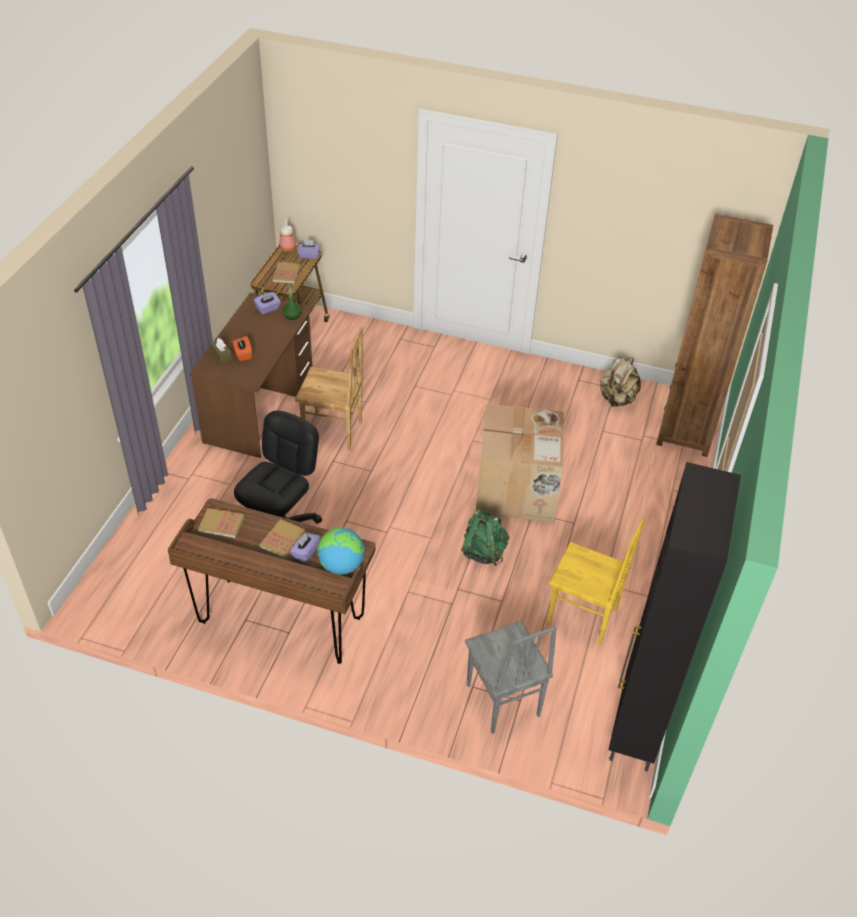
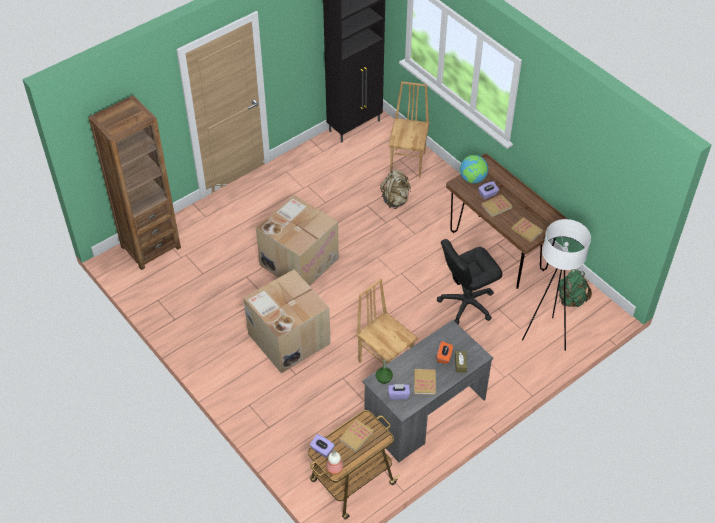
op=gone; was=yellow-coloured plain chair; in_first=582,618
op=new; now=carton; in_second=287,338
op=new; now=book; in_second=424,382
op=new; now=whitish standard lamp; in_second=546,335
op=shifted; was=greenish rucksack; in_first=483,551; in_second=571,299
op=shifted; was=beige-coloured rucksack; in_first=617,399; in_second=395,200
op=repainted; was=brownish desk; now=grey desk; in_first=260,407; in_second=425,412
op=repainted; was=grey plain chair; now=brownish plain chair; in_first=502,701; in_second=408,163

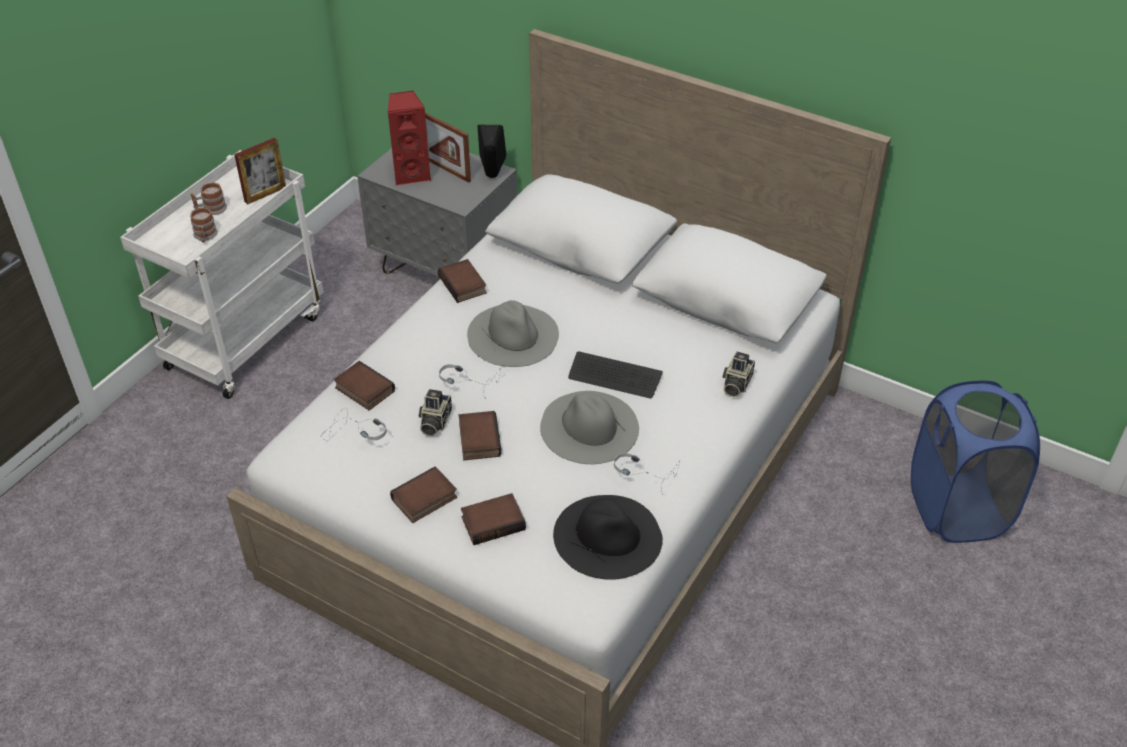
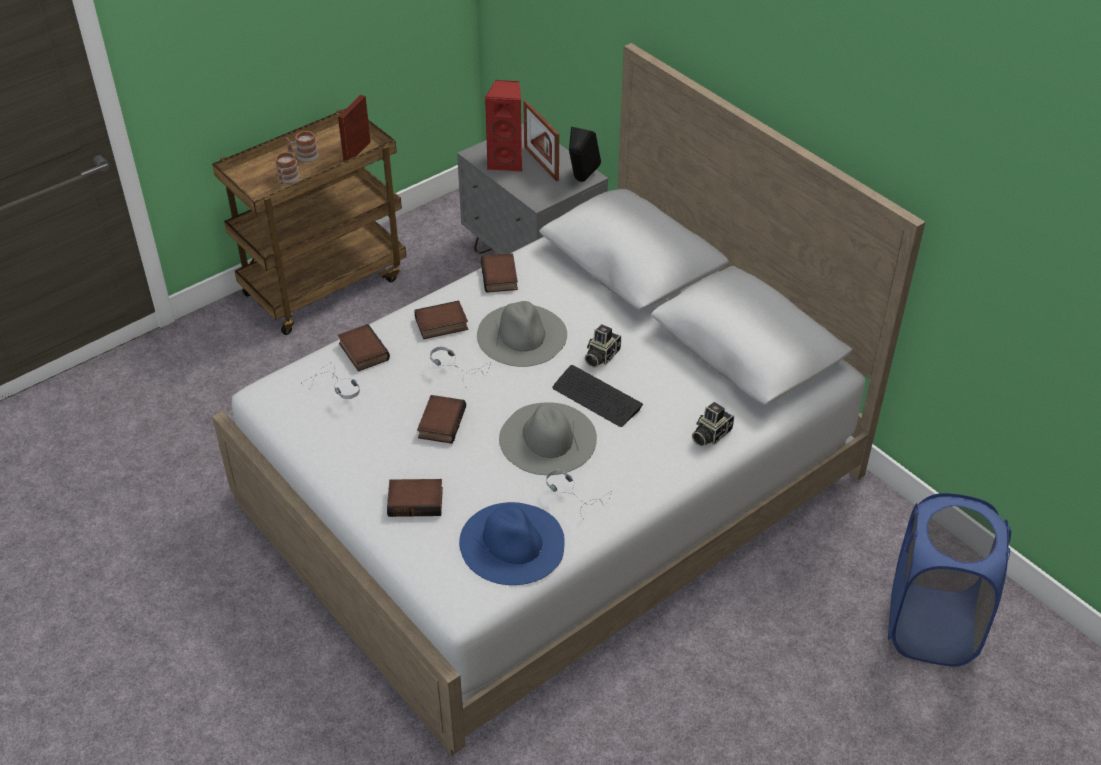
op=shifted; was=book; in_first=424,500; in_second=441,325
op=shifted; was=photo camera; in_first=434,422; in_second=600,356
op=repainted; was=whitish trolley; now=brownish trolley; in_first=245,339; in_second=324,284
op=repainted; was=black wearable hat; now=bluish wearable hat; in_first=607,536; in_second=512,543
op=rotated; was=photo frame; in_first=265,194; in_second=357,152; clockwise=135

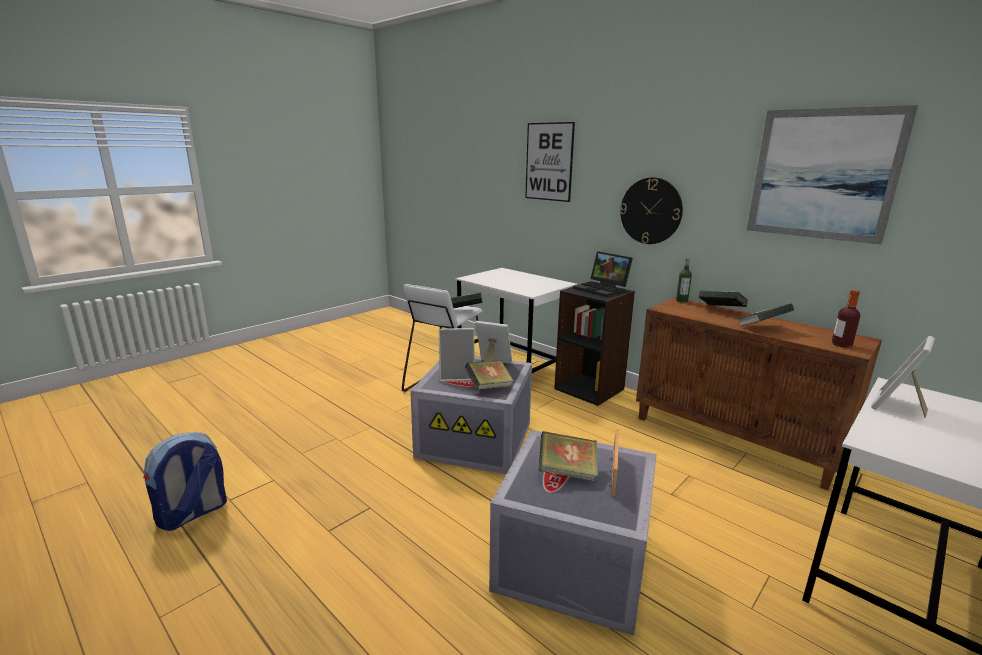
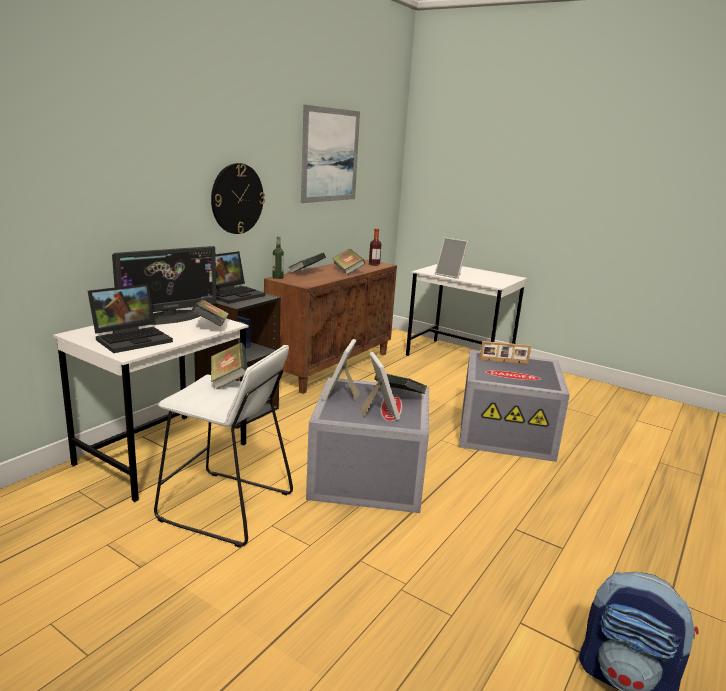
op=gone; was=picture; in_first=549,162
op=new; now=notebook computer; in_second=133,338
op=new; now=monitor; in_second=169,318
op=shifted; was=book; in_first=567,472; in_second=211,327

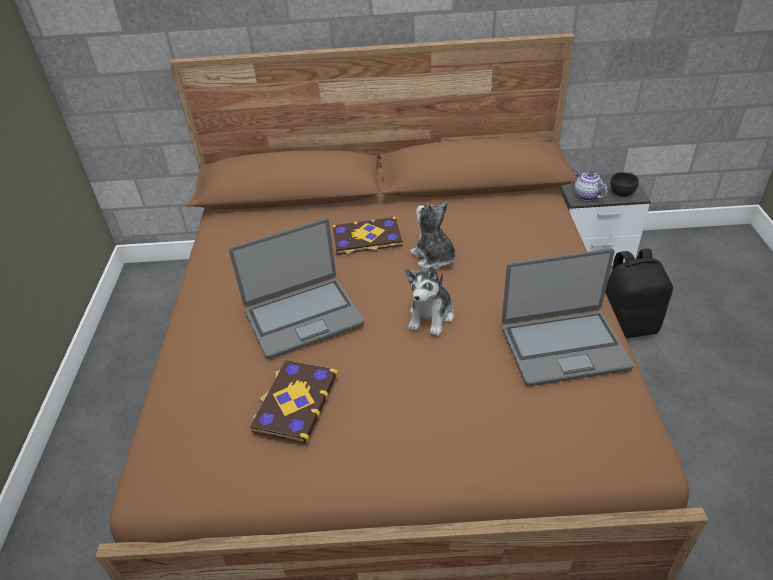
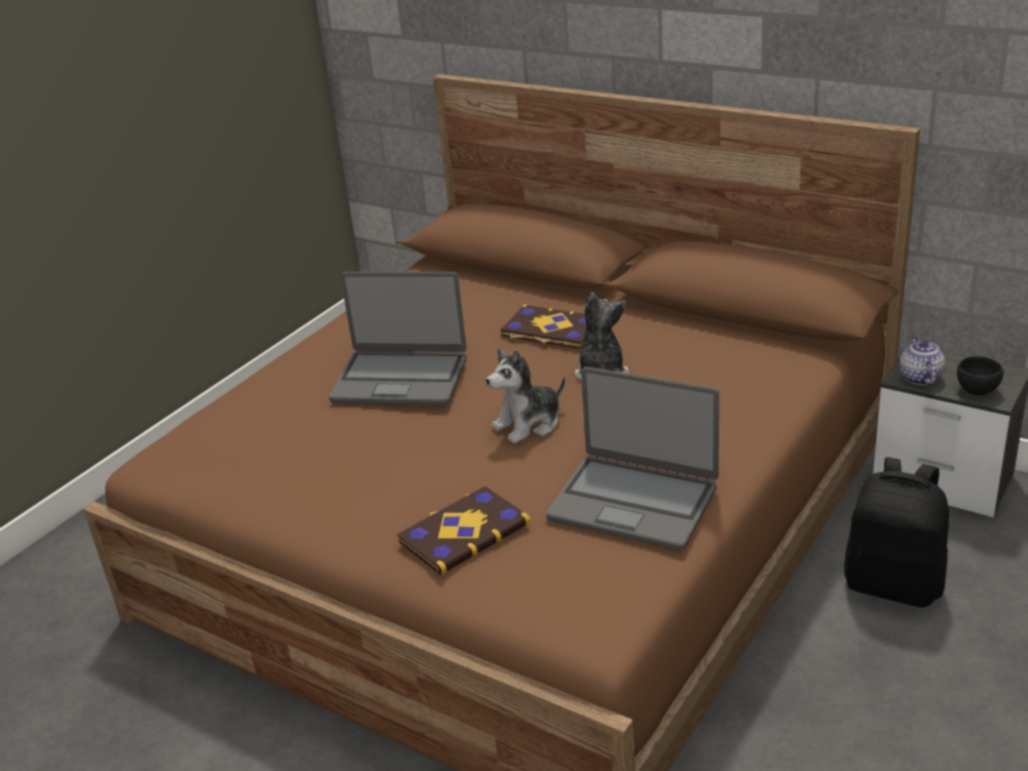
op=shifted; was=book; in_first=294,402; in_second=463,532

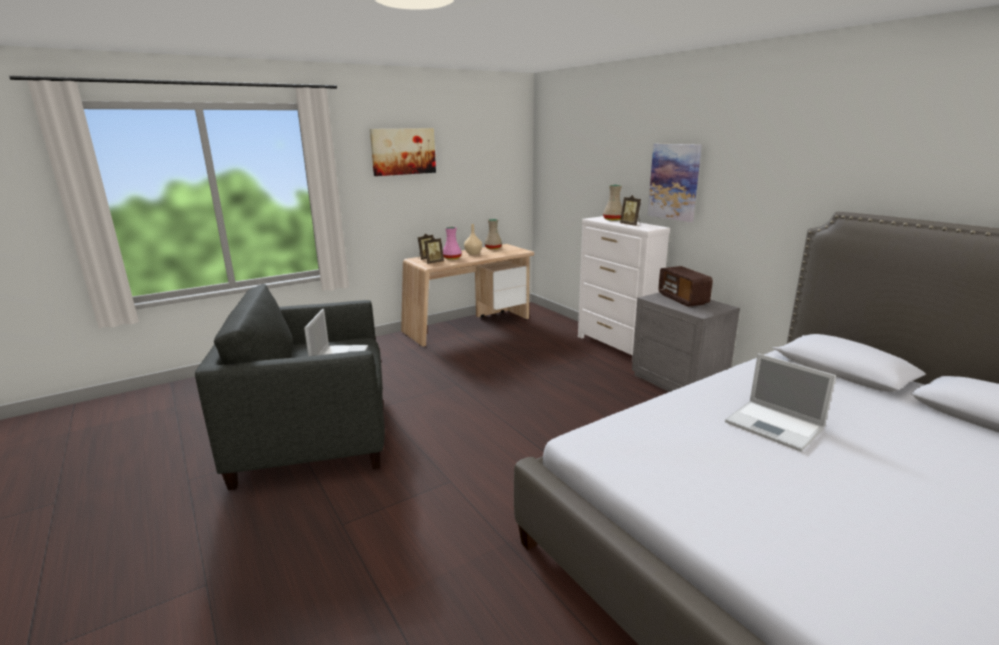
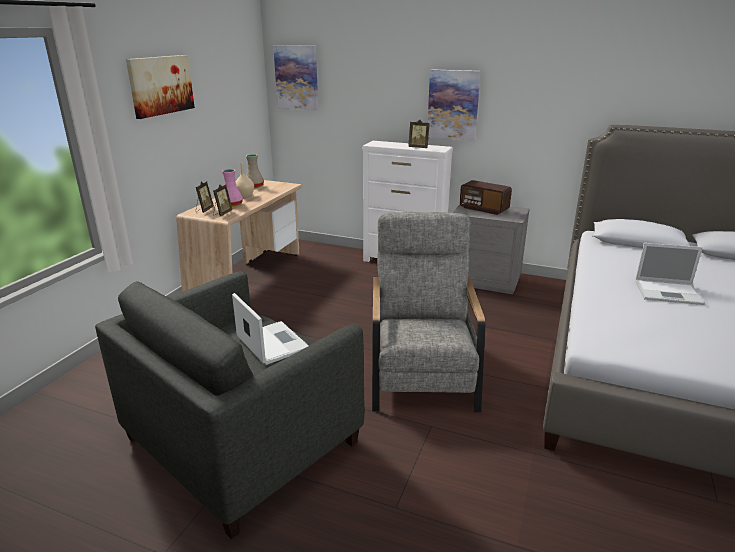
op=gone; was=beige-coloured flower vase; in_first=613,219
op=new; now=picture; in_second=296,78
op=new; now=grey armchair; in_second=422,371

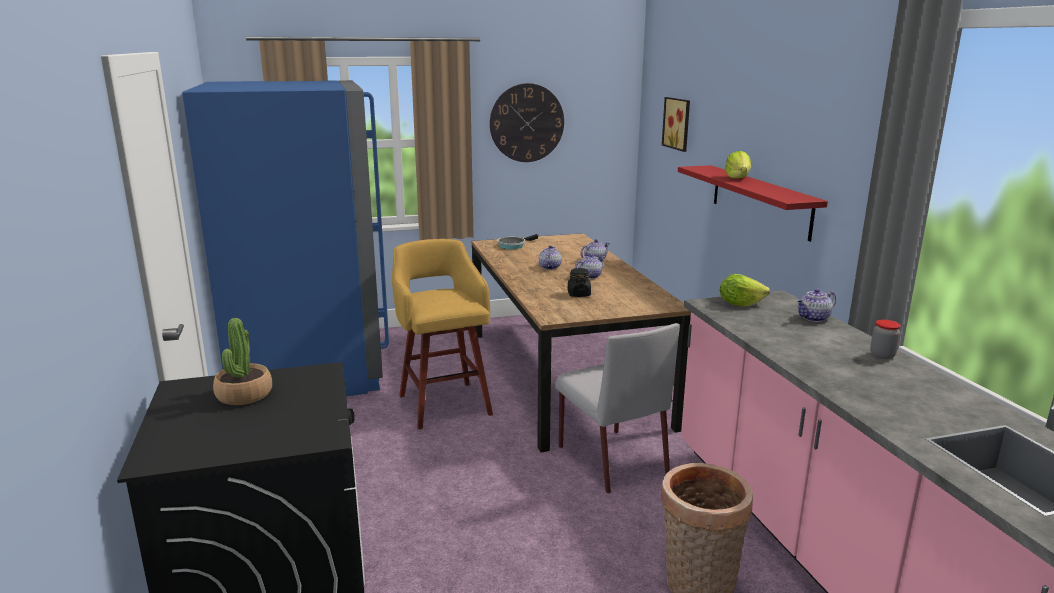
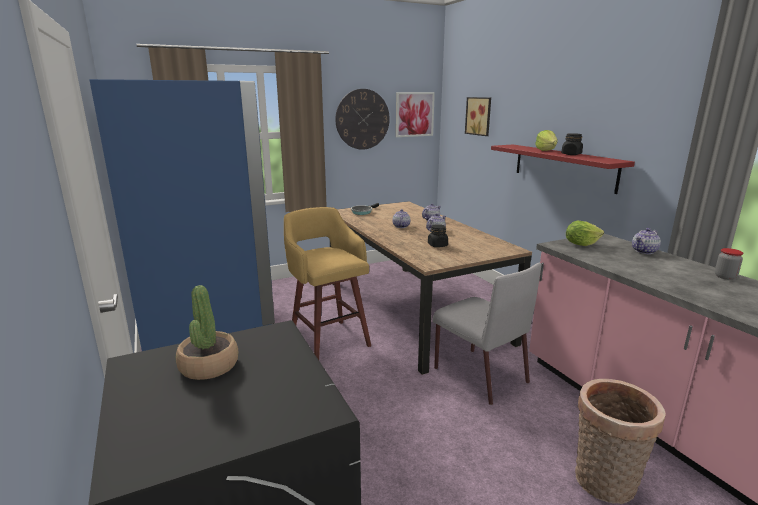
op=new; now=picture; in_second=414,114
op=new; now=black jar; in_second=571,154

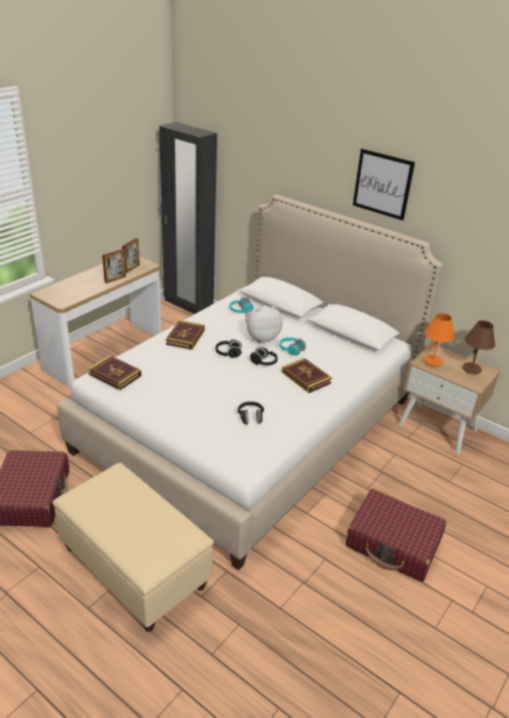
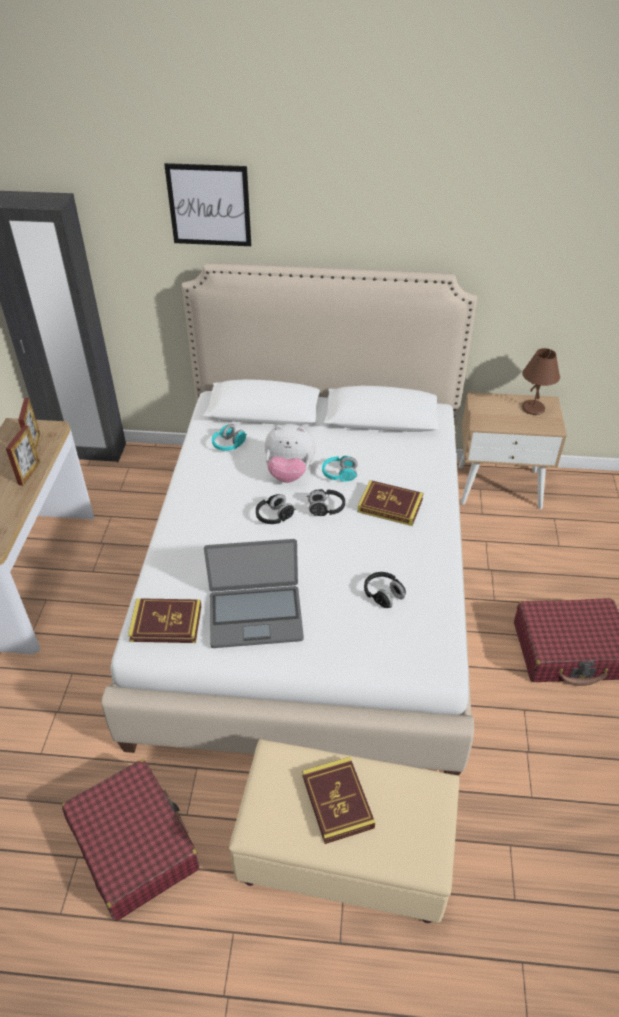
op=gone; was=orange lamp for a table; in_first=432,362
op=new; now=notebook computer; in_second=255,616
op=shifted; was=book; in_first=185,337; in_second=337,801
op=shifted; was=picture; in_first=382,184; in_second=209,205
op=rotated; was=cuddly toy; in_first=261,337; in_second=289,473; clockwise=-120

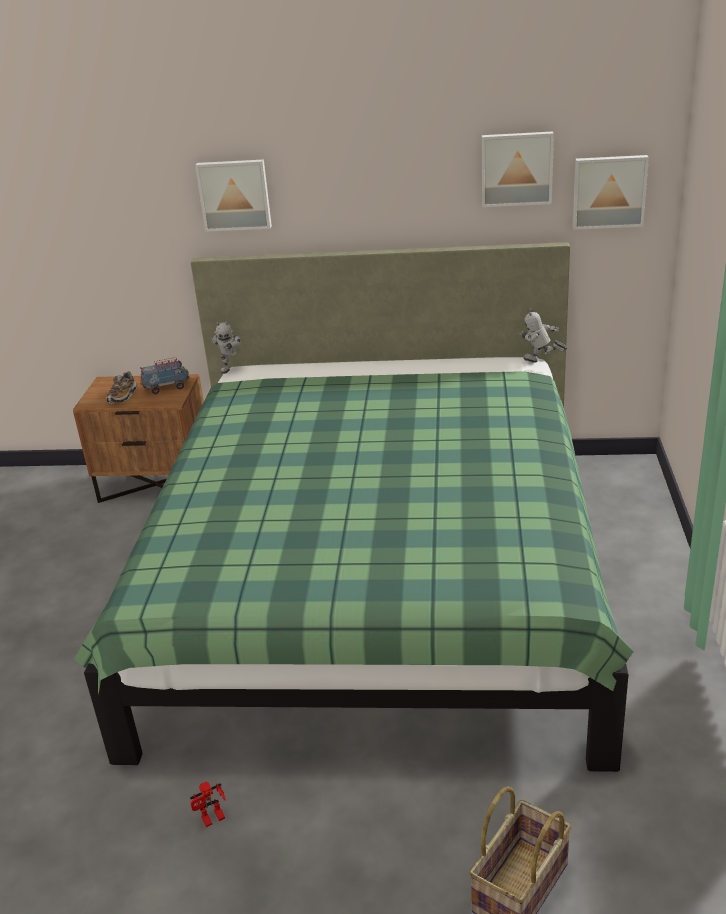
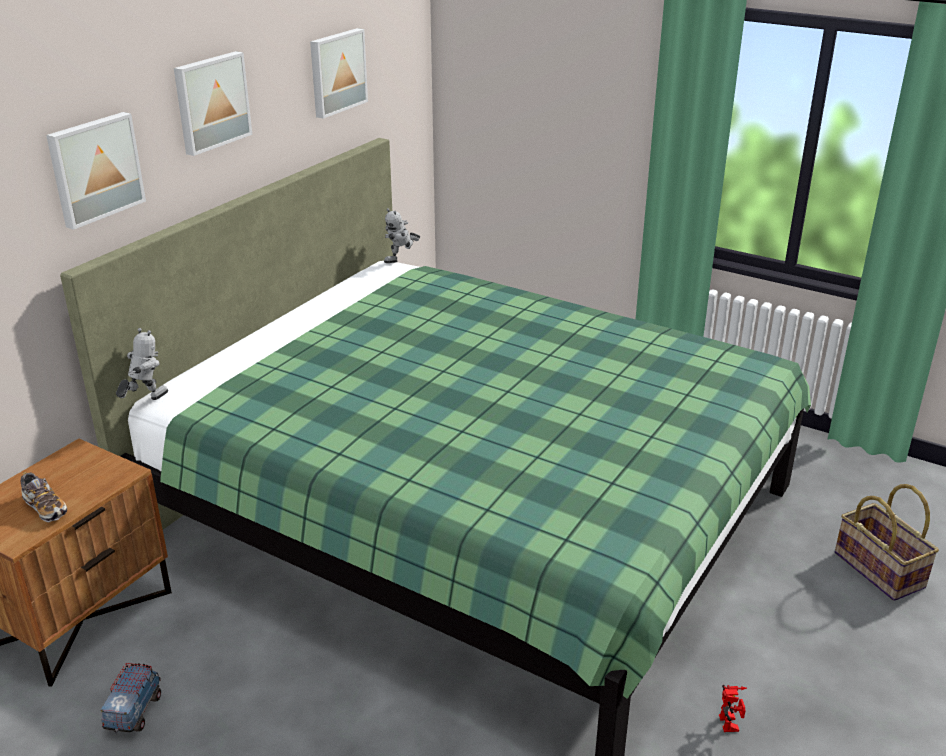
op=shifted; was=toy truck; in_first=166,387; in_second=135,712
op=shifted; was=picture; in_first=609,191; in_second=211,102
op=rotated; was=toy robot; in_first=231,367; in_second=145,401; clockwise=-90

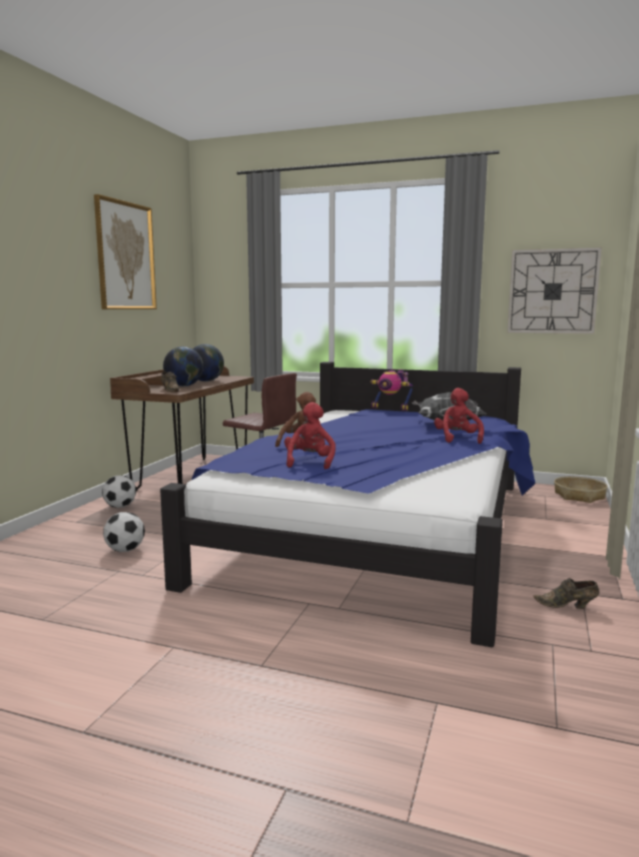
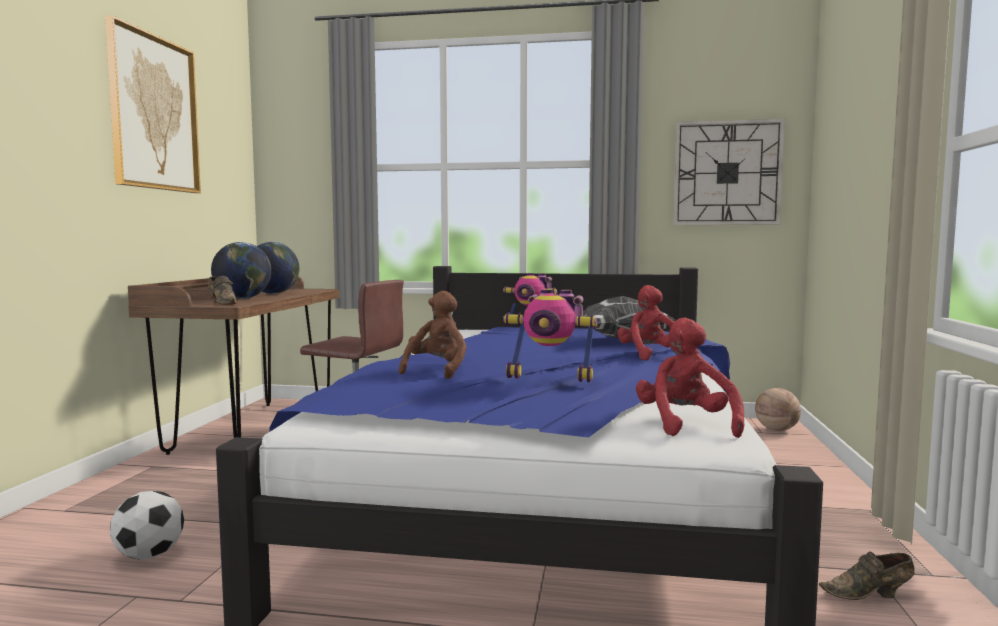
op=gone; was=football; in_first=120,506
op=new; now=toy robot; in_second=551,377
op=shifted; was=red cuddly toy; in_first=310,463; in_second=685,425
op=swapped; was=household basket; now=ball for basketball; in_first=579,496; in_second=776,430

